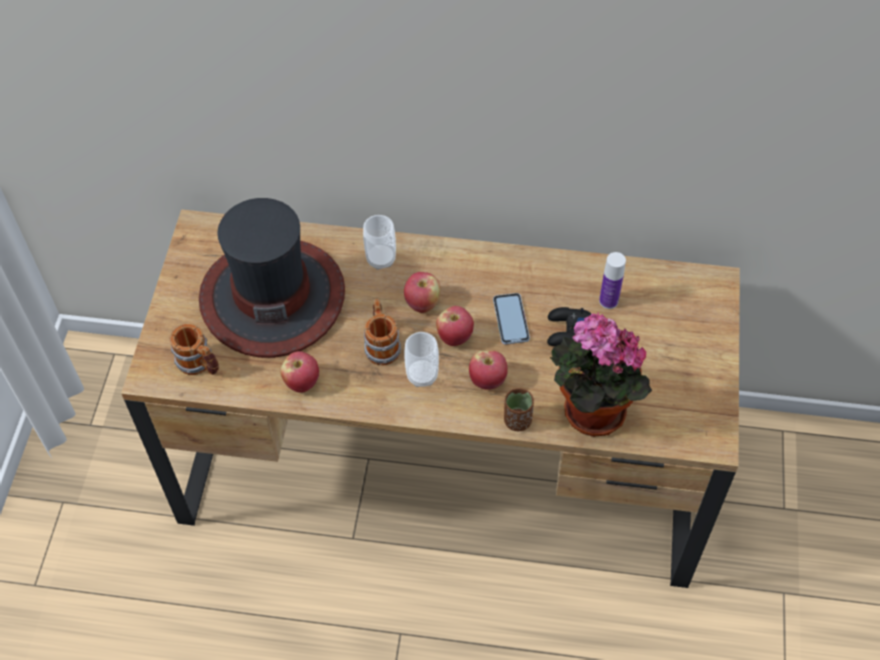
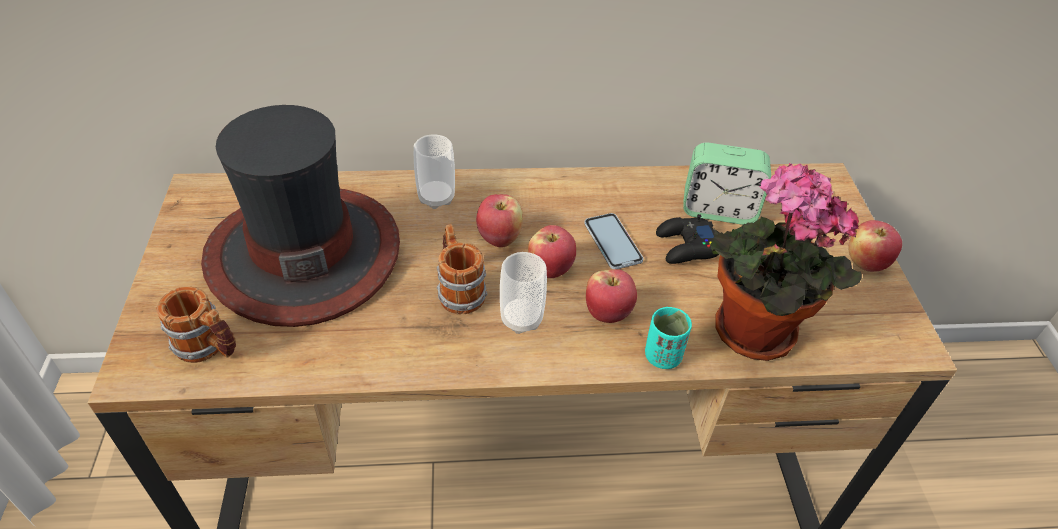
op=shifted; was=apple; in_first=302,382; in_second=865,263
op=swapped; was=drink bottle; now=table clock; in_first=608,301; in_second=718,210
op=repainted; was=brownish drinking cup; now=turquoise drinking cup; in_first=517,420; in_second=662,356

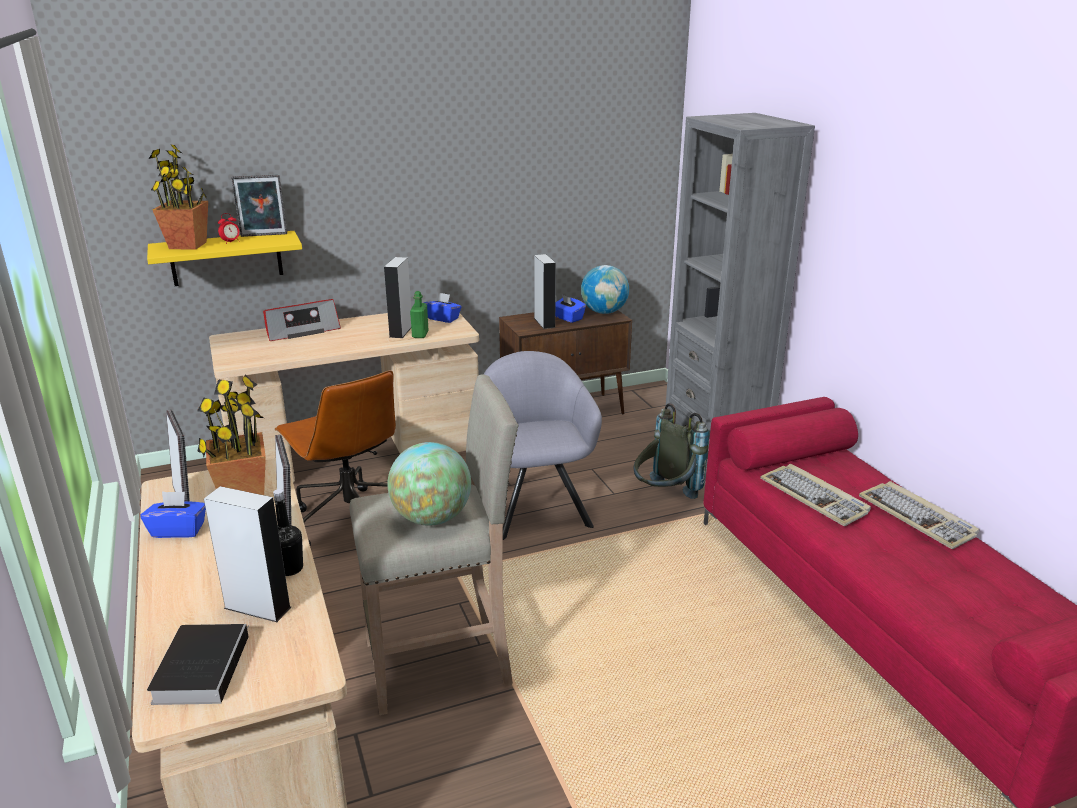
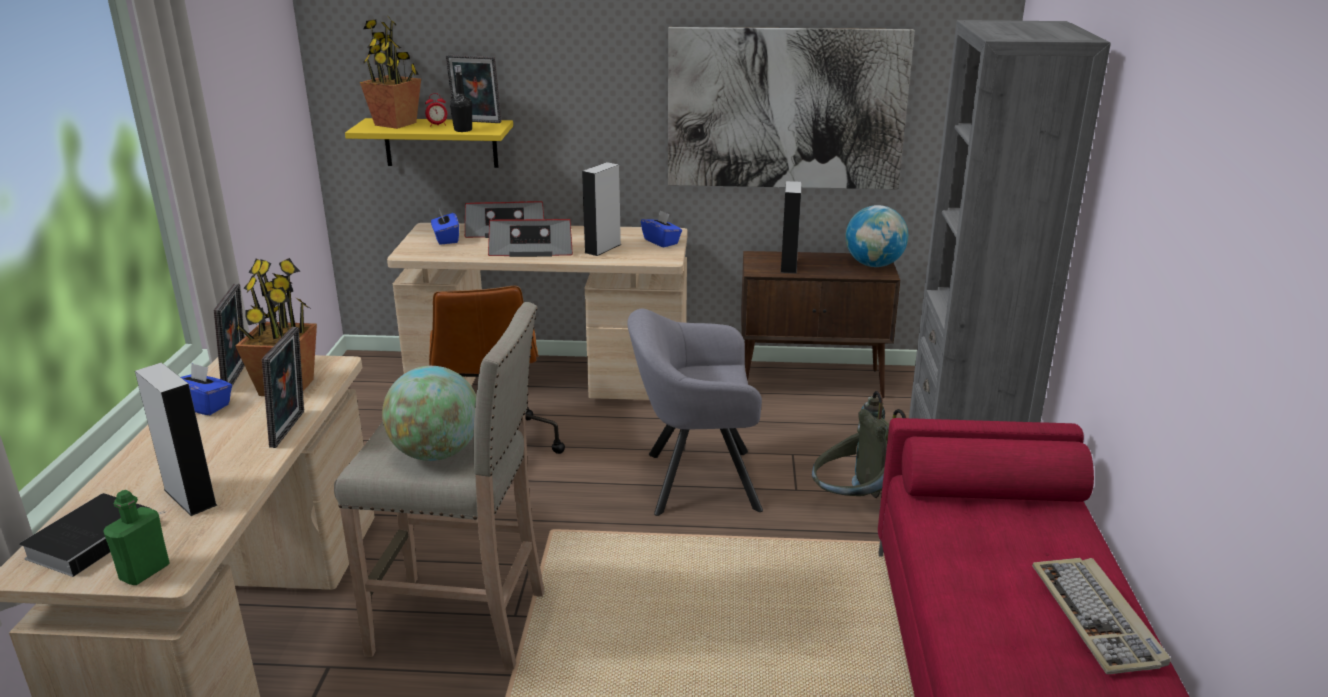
op=gone; was=PC keyboard; in_first=815,497
op=new; now=radio; in_second=532,249
op=new; now=picture; in_second=786,109
op=shifted; was=black drink bottle; in_first=290,569; in_second=463,130
op=shifted; was=greenish drink bottle; in_first=420,335; in_second=144,572
op=shifted; was=bluish box of tissues; in_first=568,318; in_second=446,239
op=rotated; was=grey armchair; in_first=536,506; in_second=694,481; clockwise=-105

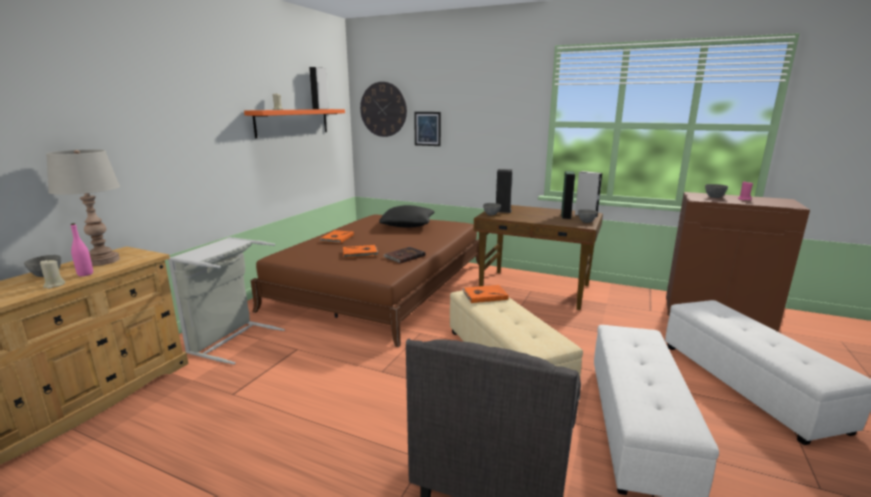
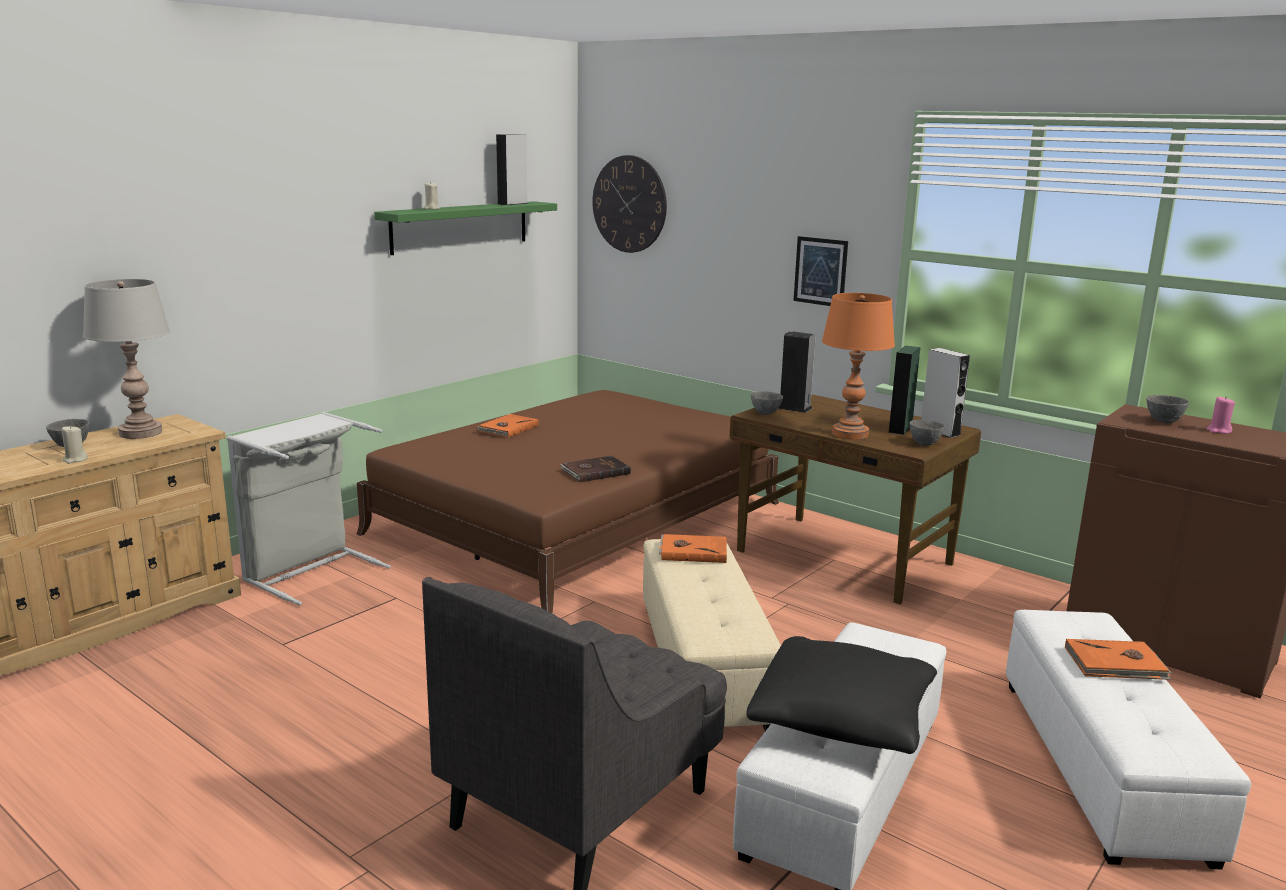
op=gone; was=pink drink bottle; in_first=85,274
op=new; now=orange lamp for a table; in_second=850,434
op=shifted; was=orange book; in_first=360,253; in_second=1116,664
op=shifted; was=black cushion; in_first=408,225; in_second=842,718
op=shifted; was=picture; in_first=427,128; in_second=820,271
op=repainted; was=orange shelf; now=greenish shelf; in_first=293,122; in_second=460,227

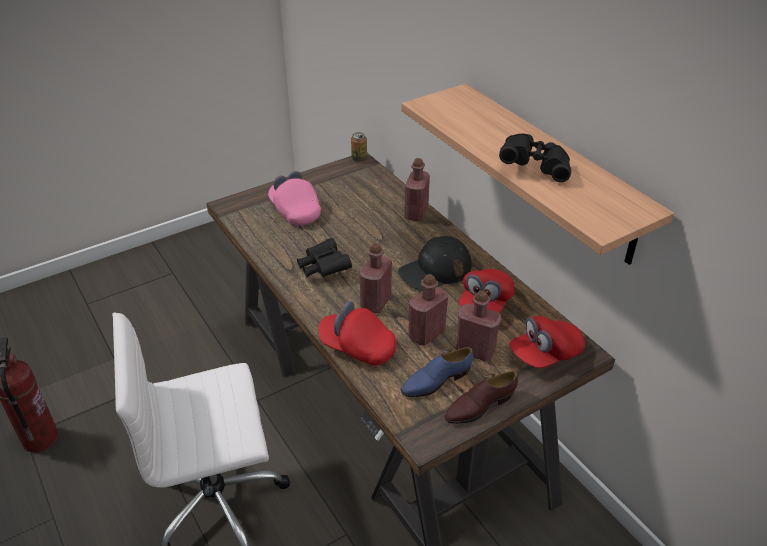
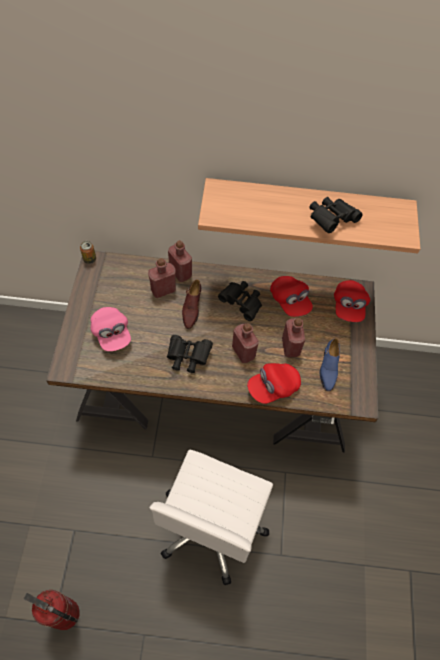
op=shifted; was=brownish shoe; in_first=479,406; in_second=191,309
op=shifted; was=red drink bottle; in_first=475,351; in_second=163,290
op=swapped; was=black cap; now=black binoculars; in_first=435,270; in_second=242,303
op=rotated; was=pink cap; in_first=295,211; in_second=111,334; clockwise=-120

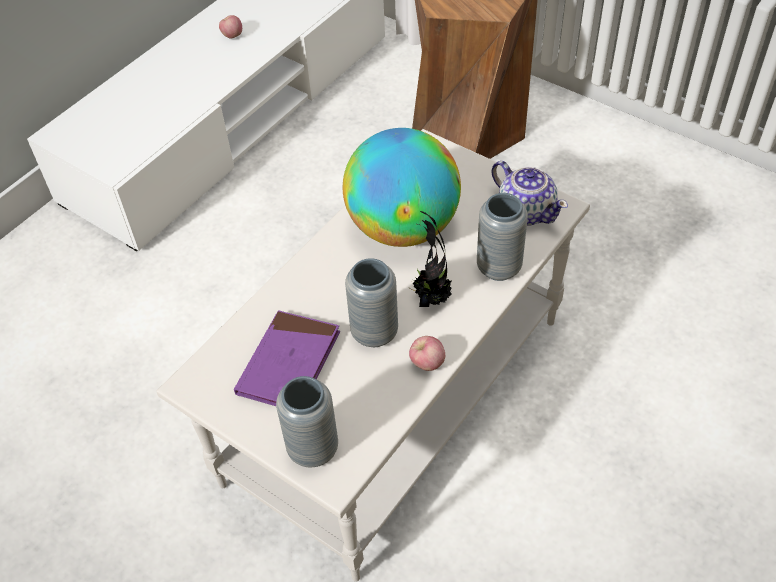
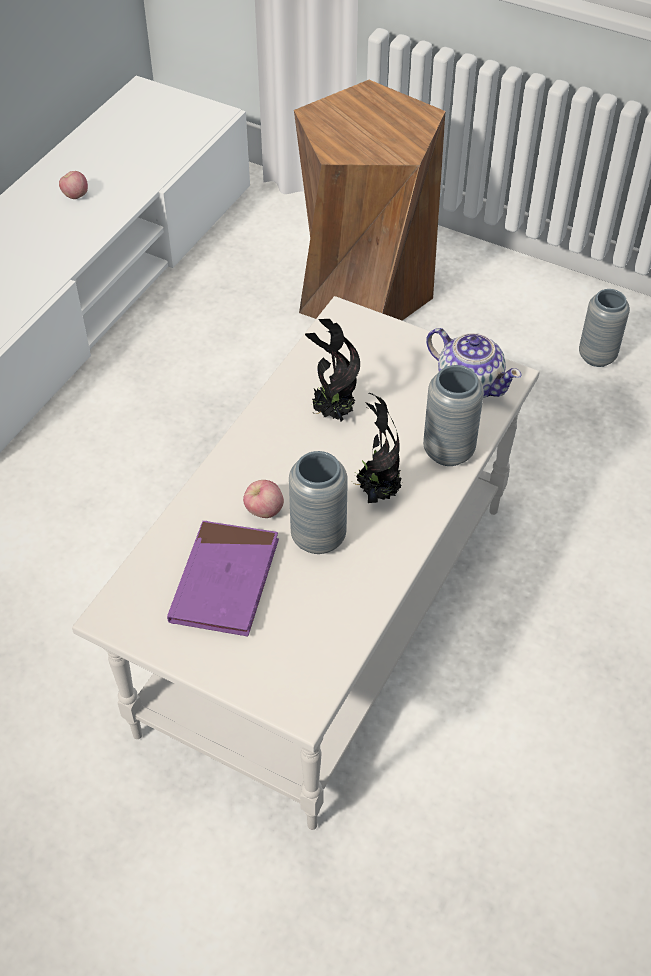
op=shifted; was=grey flower vase; in_first=313,449; in_second=597,356
op=shifted; was=apple; in_first=427,363; in_second=264,511
op=swapped; was=globe; now=plant in a pot; in_first=403,227; in_second=331,413

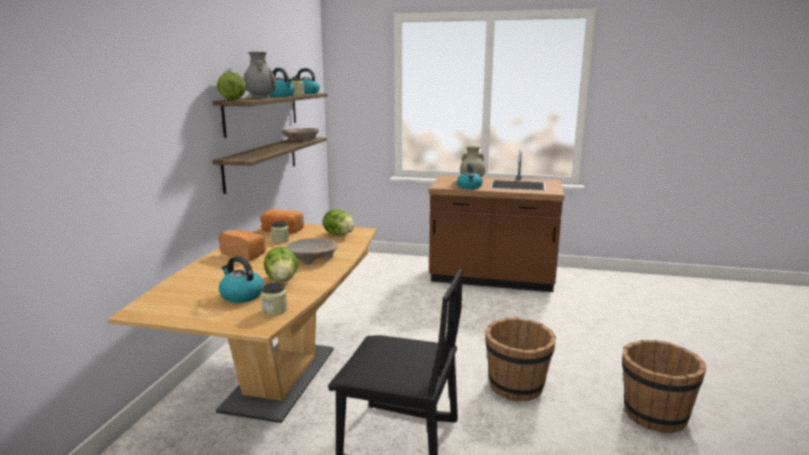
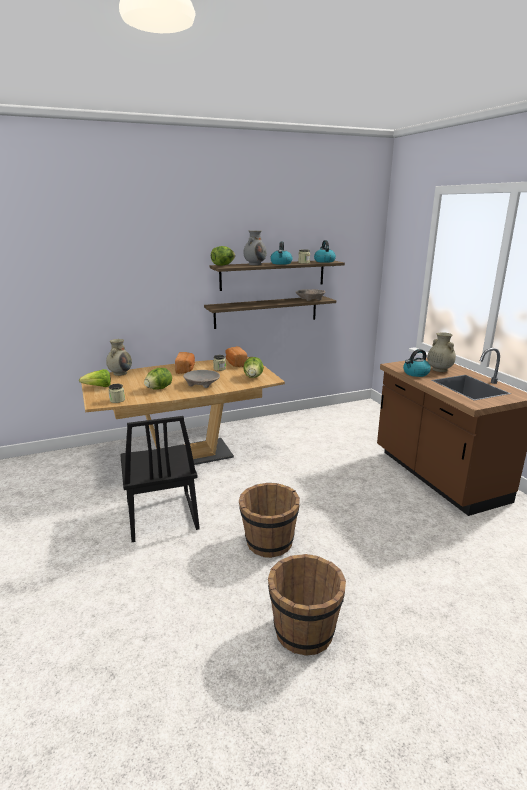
op=gone; was=kettle; in_first=241,295
op=new; now=head of lettuce; in_second=98,387
op=new; now=beige-coloured flower vase; in_second=120,373

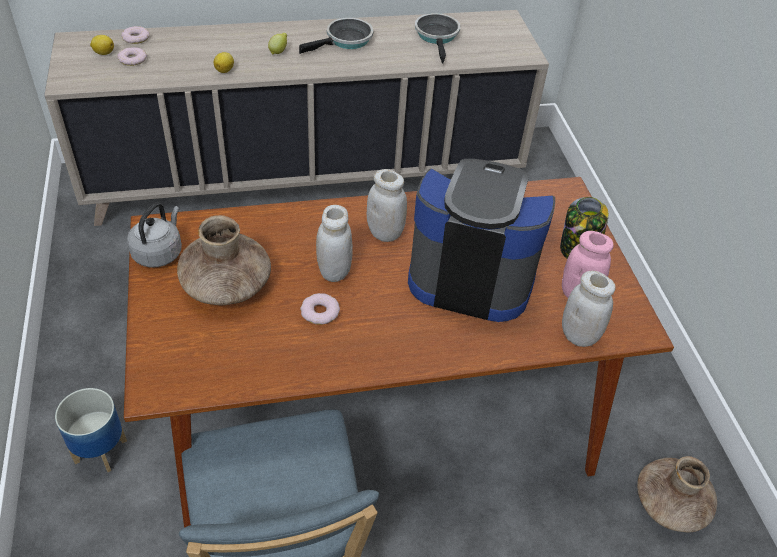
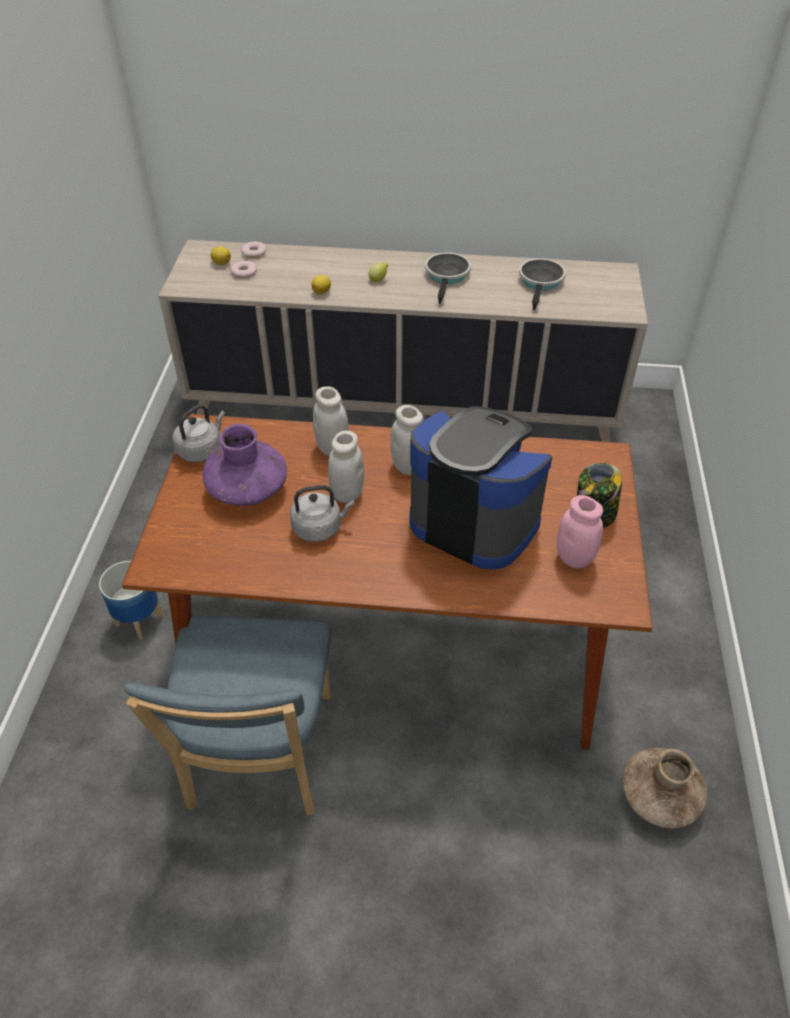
op=shifted; was=whitish jar; in_first=579,335; in_second=332,448
op=swapped; was=doughnut; now=grey kettle; in_first=320,312; in_second=319,528
op=repainted; was=brownish flower vase; now=purple flower vase; in_first=227,285; in_second=247,489
op=rotated; was=pan; in_first=346,40; in_second=447,276; clockwise=-60

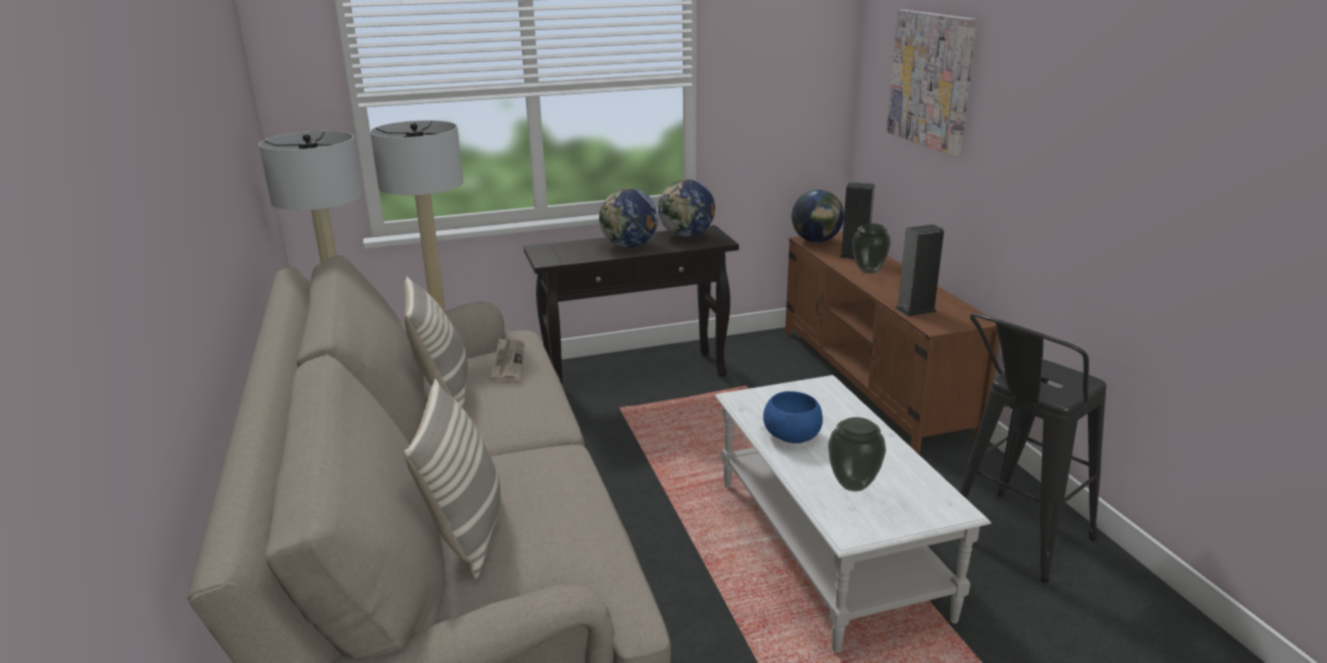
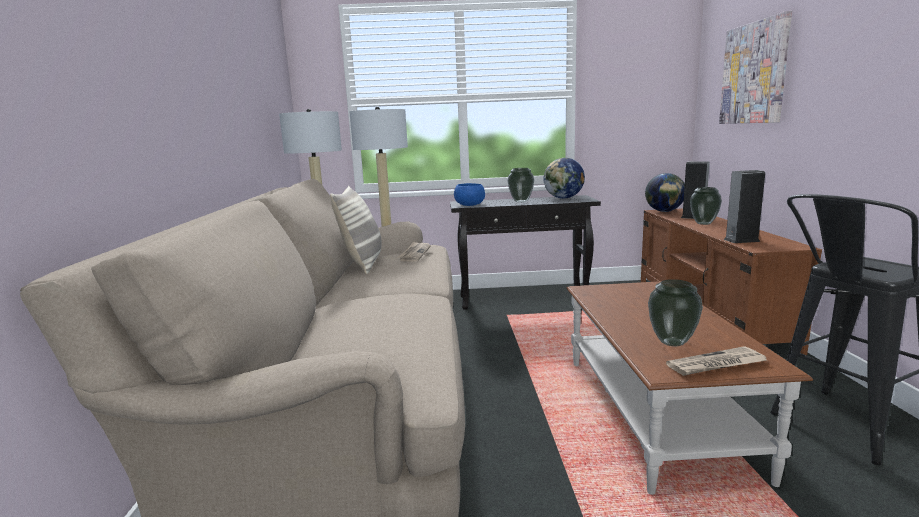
op=gone; was=cushion; in_first=467,532
op=new; now=daily paper; in_second=716,364
op=shifted; was=bluish serving bowl; in_first=792,435; in_second=470,205
op=swapped; was=globe; now=flower vase; in_first=629,246; in_second=521,201
op=repainted; was=whitish coffee table; now=brownish coffee table; in_first=828,546; in_second=654,412

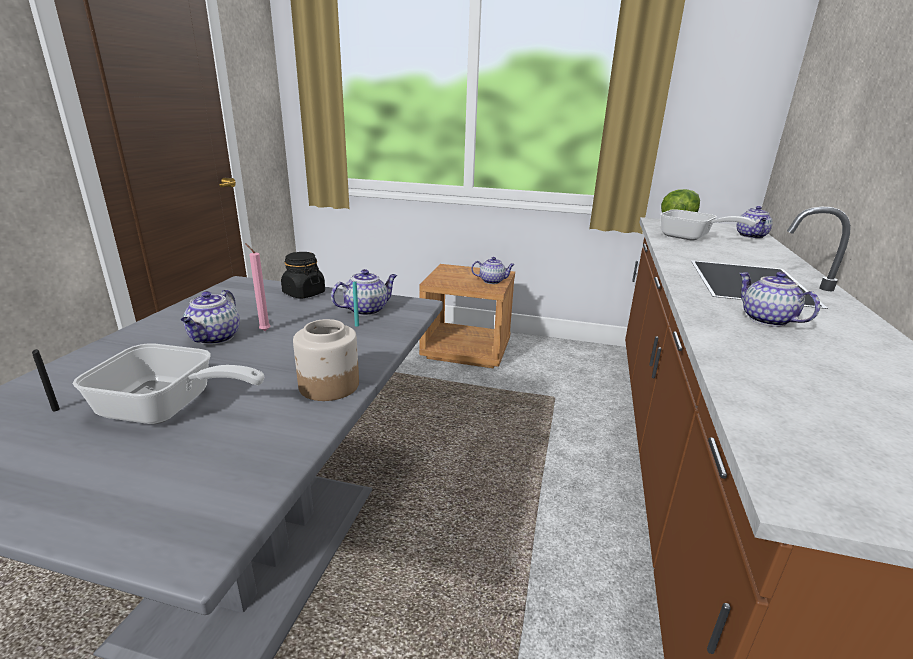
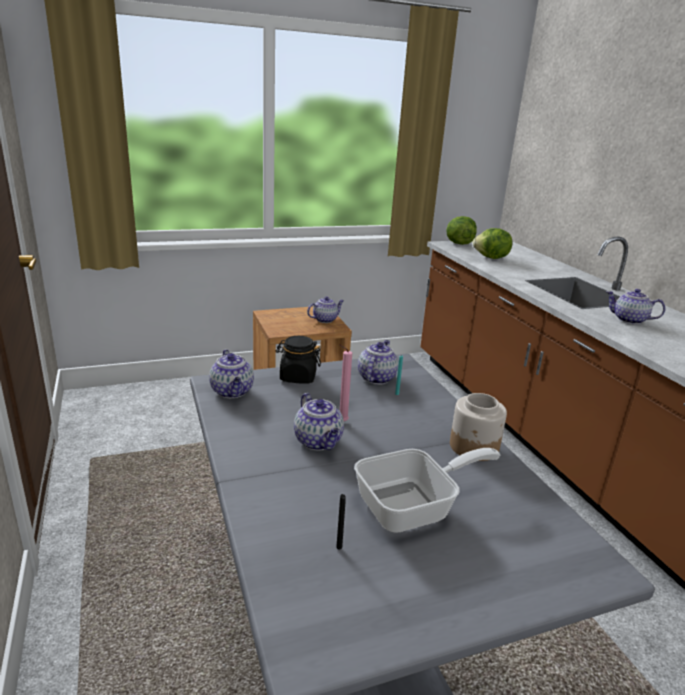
op=shifted; was=teapot; in_first=751,236; in_second=232,392
op=swapped; was=pan; now=head of lettuce; in_first=691,238; in_second=491,258

